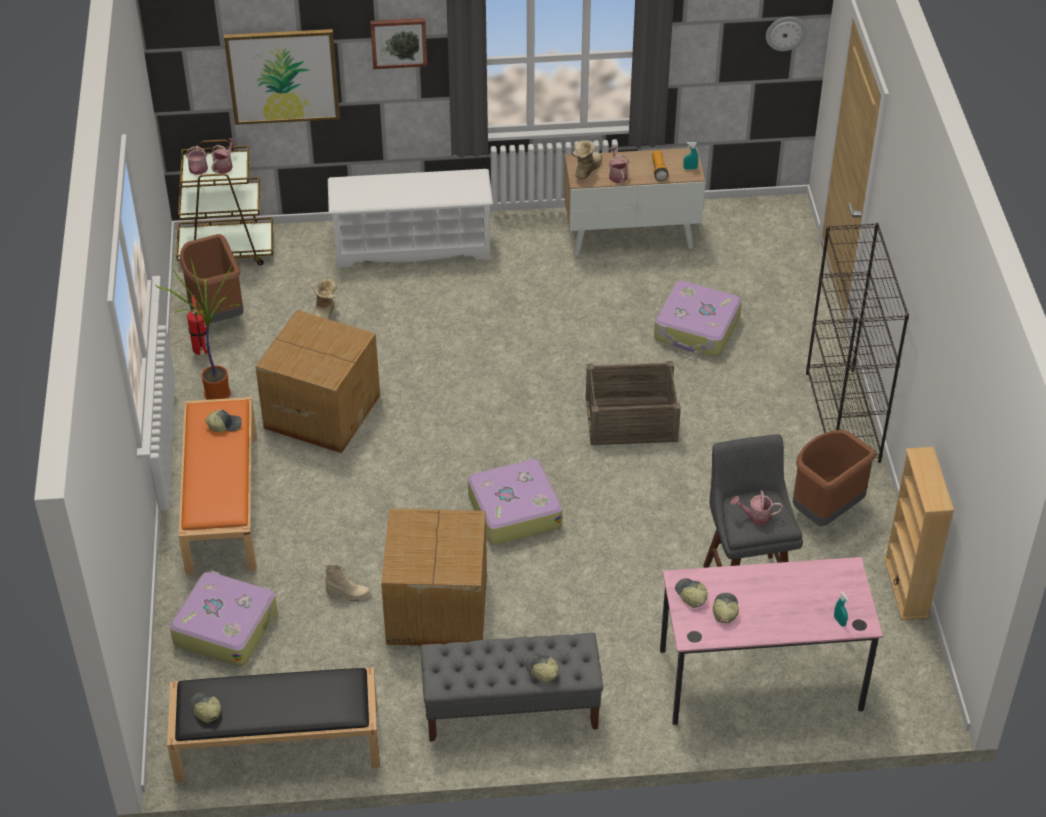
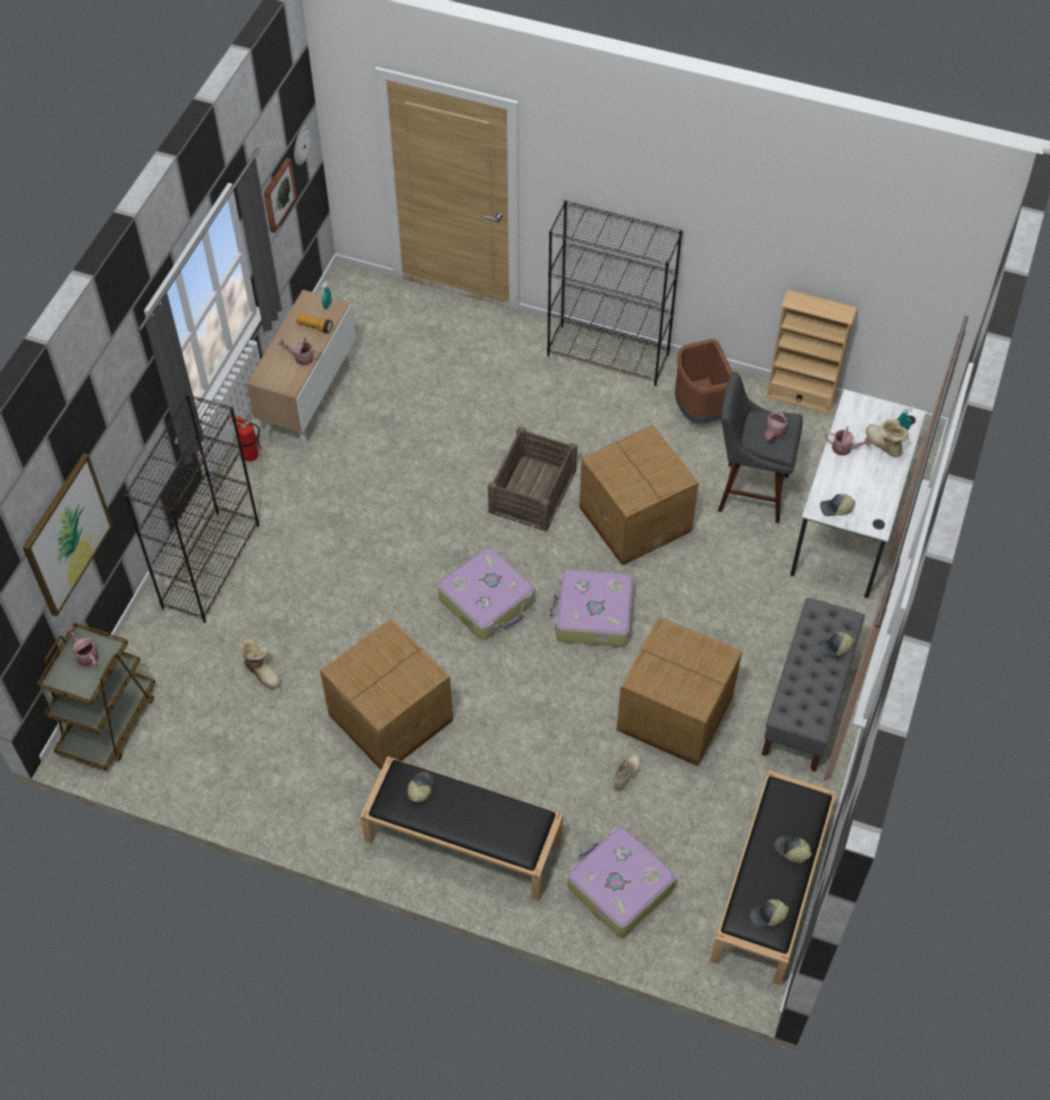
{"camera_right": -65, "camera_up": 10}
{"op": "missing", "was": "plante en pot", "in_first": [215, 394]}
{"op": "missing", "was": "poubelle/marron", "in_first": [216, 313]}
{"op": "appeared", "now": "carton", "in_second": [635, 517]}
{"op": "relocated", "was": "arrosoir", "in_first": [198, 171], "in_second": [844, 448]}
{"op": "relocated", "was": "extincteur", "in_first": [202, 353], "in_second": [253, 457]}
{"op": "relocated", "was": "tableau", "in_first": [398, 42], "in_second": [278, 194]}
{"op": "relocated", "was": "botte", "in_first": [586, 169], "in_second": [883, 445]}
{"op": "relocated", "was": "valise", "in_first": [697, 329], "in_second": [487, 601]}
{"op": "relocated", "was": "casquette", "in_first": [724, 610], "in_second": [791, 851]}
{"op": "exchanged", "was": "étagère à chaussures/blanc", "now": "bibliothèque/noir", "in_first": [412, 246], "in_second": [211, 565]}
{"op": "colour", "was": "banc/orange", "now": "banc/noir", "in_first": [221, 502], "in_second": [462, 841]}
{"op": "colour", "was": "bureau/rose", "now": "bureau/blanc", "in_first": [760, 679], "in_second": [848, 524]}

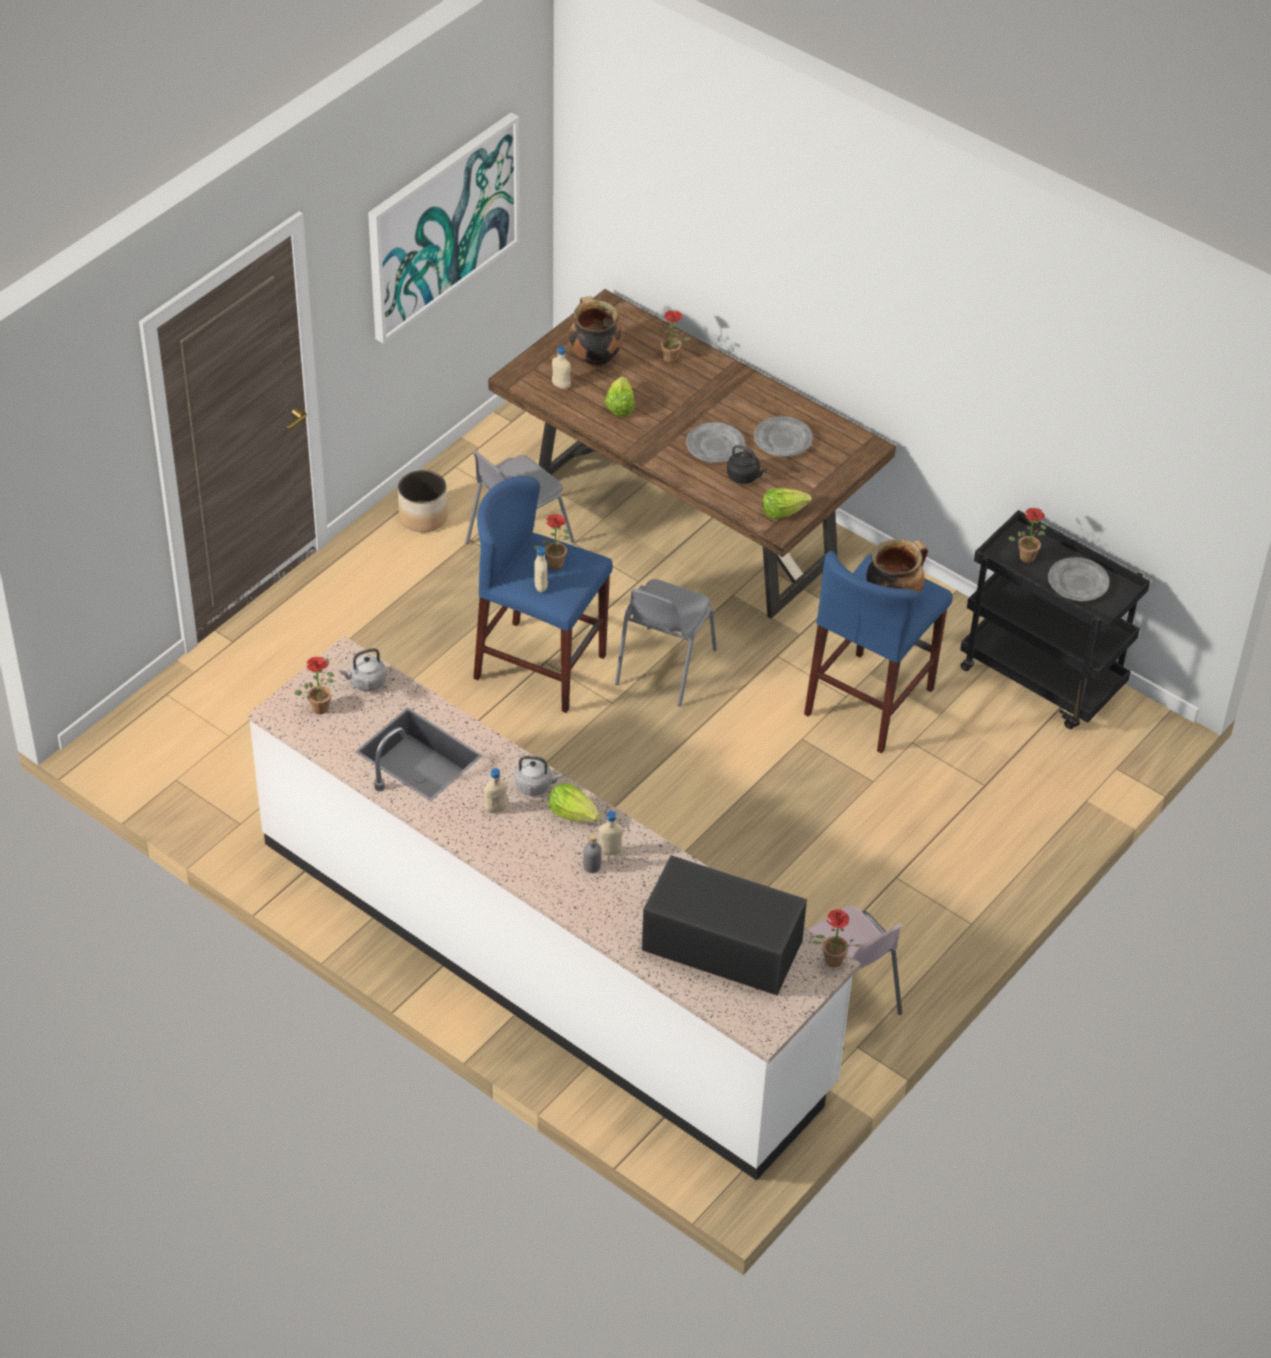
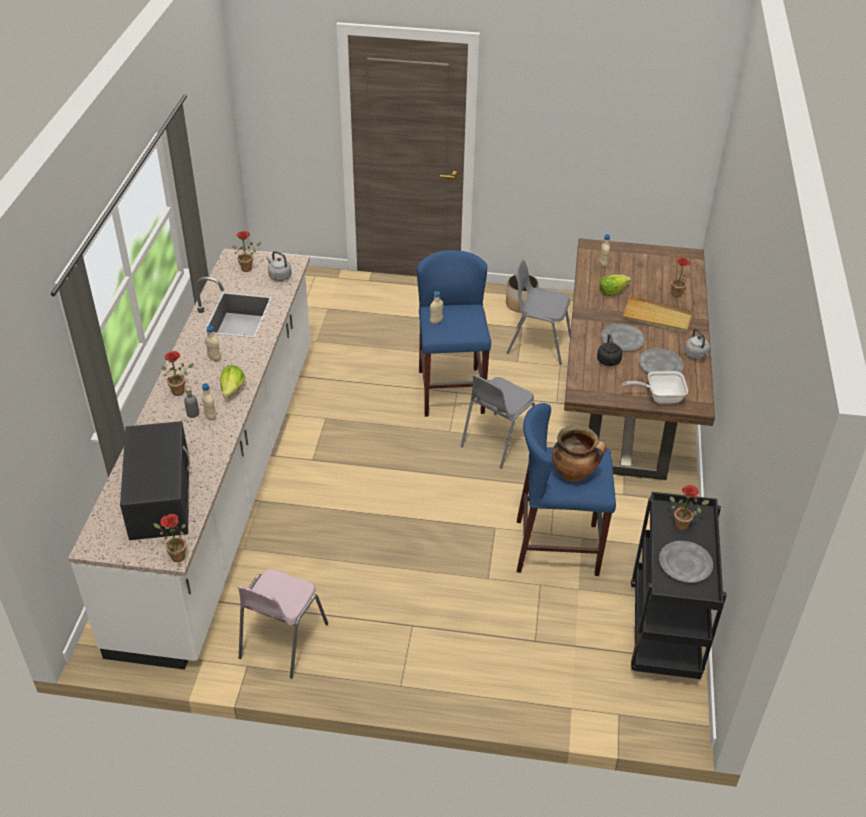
{"camera_right": 60, "camera_up": -5}
{"op": "missing", "was": "tableau", "in_first": [442, 225]}
{"op": "missing", "was": "marmite", "in_first": [594, 357]}
{"op": "missing", "was": "laitue", "in_first": [783, 511]}
{"op": "appeared", "now": "plateau/beige", "in_second": [657, 317]}
{"op": "appeared", "now": "poêle", "in_second": [659, 397]}
{"op": "relocated", "was": "bouilloire/gris", "in_first": [535, 786], "in_second": [696, 355]}
{"op": "relocated", "was": "plante en pot", "in_first": [555, 561], "in_second": [180, 391]}
{"op": "spun", "was": "chaise/gris", "in_first": [663, 667], "in_second": [497, 441], "clockwise": -45}

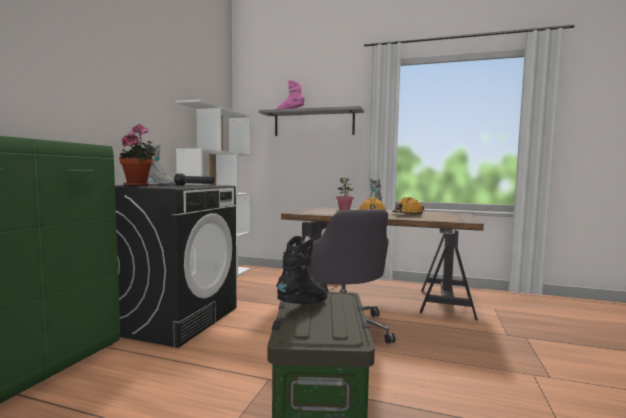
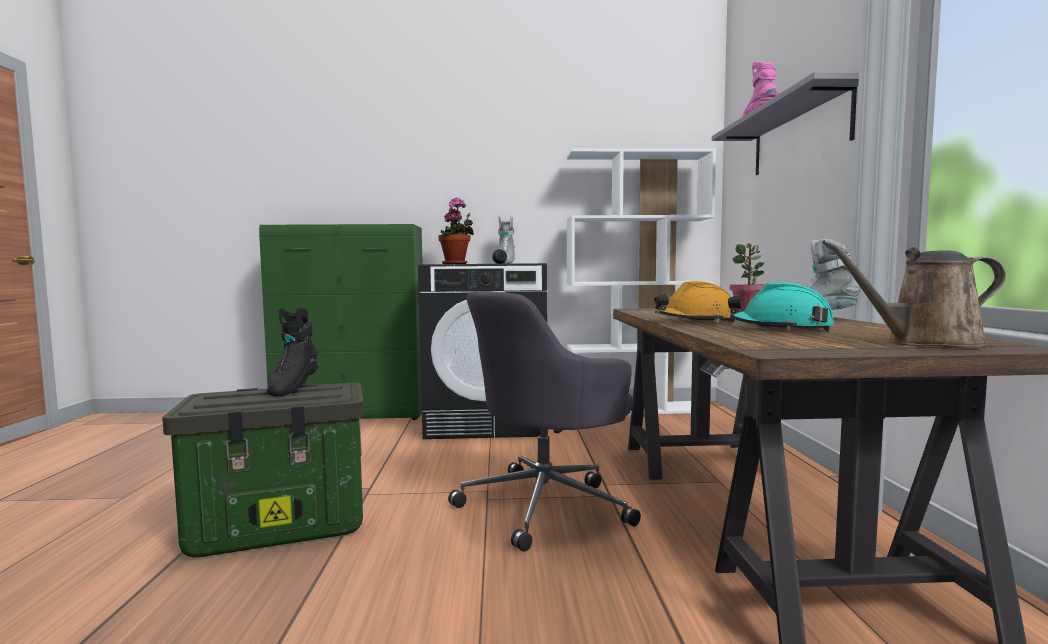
{"camera_right": 70, "camera_up": 0}
{"op": "appeared", "now": "arrosoir/marron", "in_second": [925, 343]}
{"op": "colour", "was": "casque de chantier/orange", "now": "casque de chantier/turquoise", "in_first": [407, 215], "in_second": [780, 329]}
{"op": "spun", "was": "botte/noir", "in_first": [304, 306], "in_second": [292, 388], "clockwise": 75}

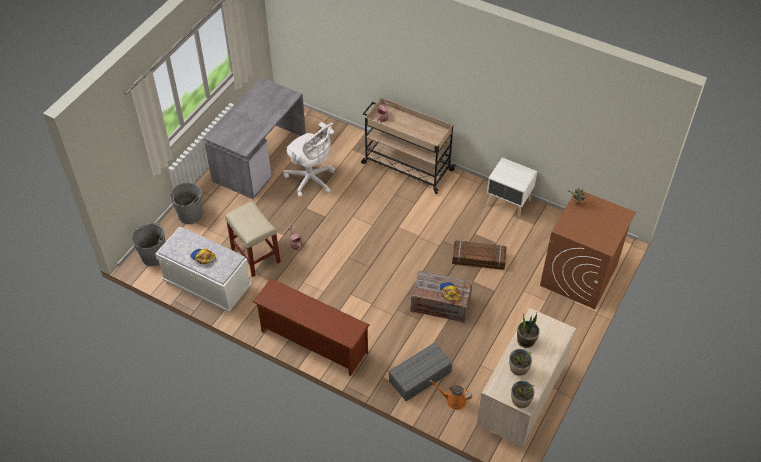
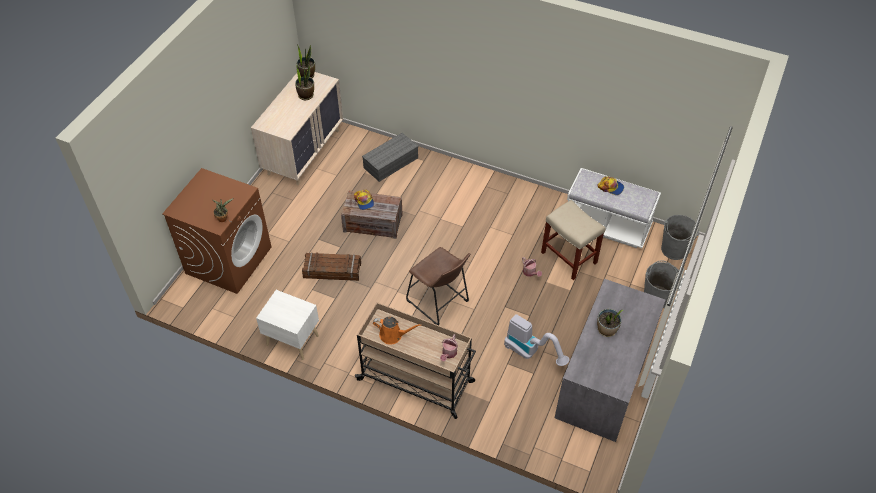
{"camera_right": 175, "camera_up": 0}
{"op": "missing", "was": "étagère à chaussures/marron", "in_first": [312, 342]}
{"op": "appeared", "now": "tabouret/marron", "in_second": [439, 303]}
{"op": "relocated", "was": "arrosoir/orange", "in_first": [453, 400], "in_second": [393, 335]}
{"op": "relocated", "was": "plante en pot", "in_first": [526, 340], "in_second": [606, 330]}
{"op": "exchanged", "was": "chaise de bureau/blanc", "now": "aspirateur", "in_first": [311, 180], "in_second": [531, 353]}

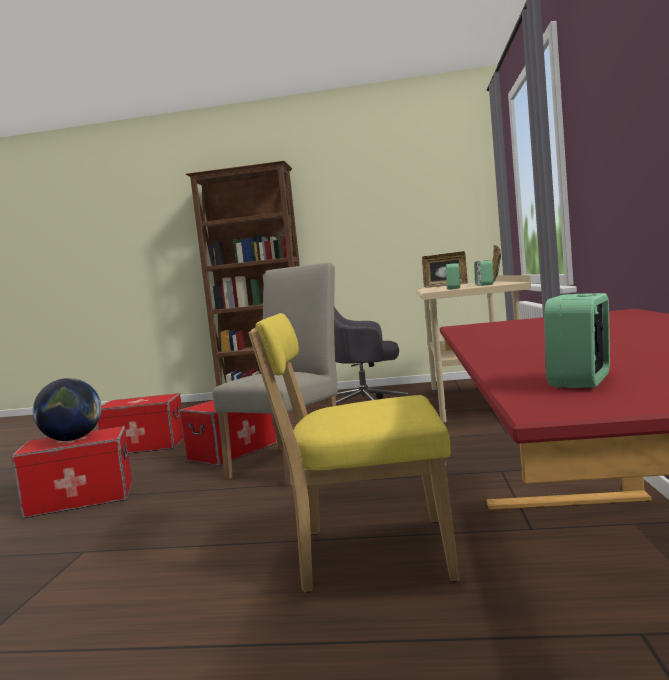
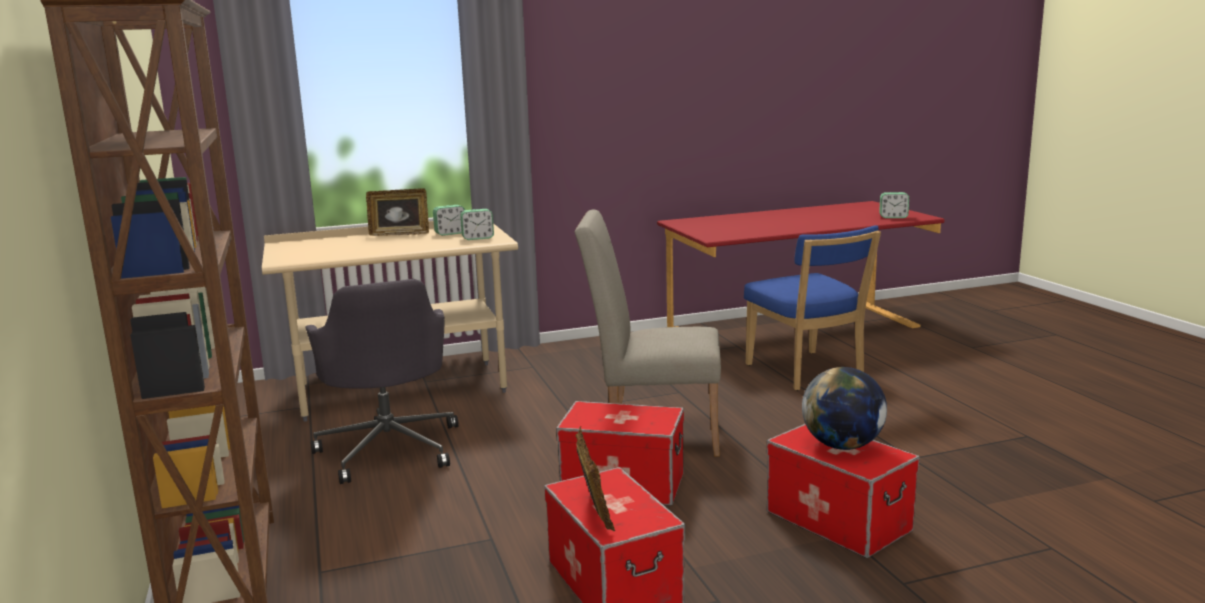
{"camera_right": -115, "camera_up": 10}
{"op": "relocated", "was": "cadre photo", "in_first": [446, 286], "in_second": [595, 511]}
{"op": "colour", "was": "chaise/jaune", "now": "chaise/bleu", "in_first": [367, 554], "in_second": [807, 373]}

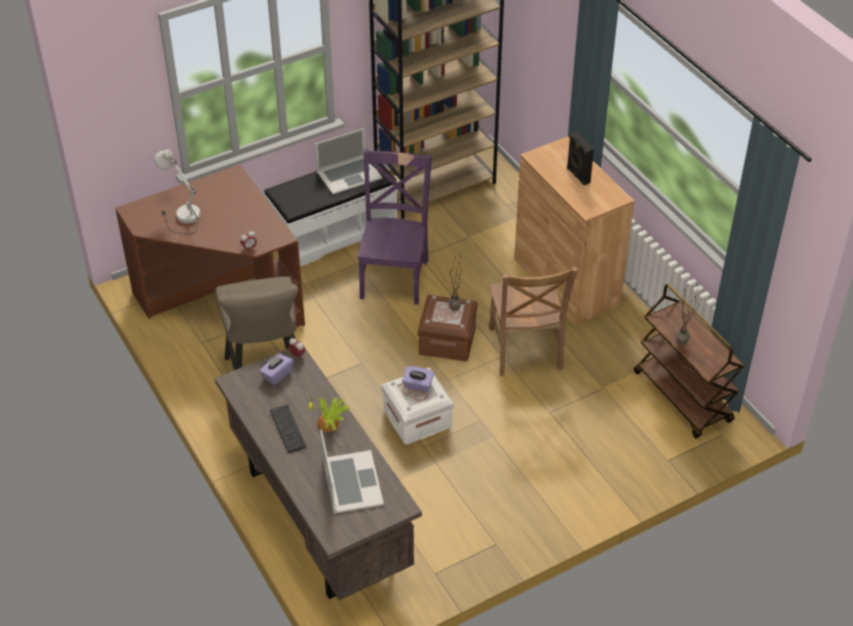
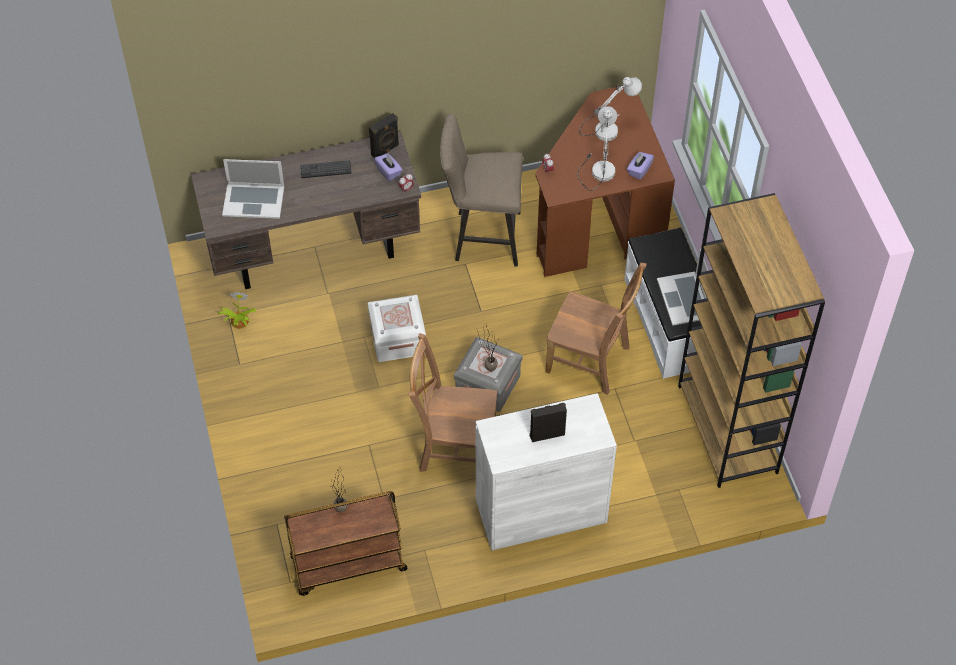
{"camera_right": 105, "camera_up": 10}
{"op": "appeared", "now": "enceinte/noir", "in_second": [385, 150]}
{"op": "appeared", "now": "lampe de table/blanc", "in_second": [596, 168]}
{"op": "relocated", "was": "plante en pot", "in_first": [329, 424], "in_second": [239, 321]}
{"op": "relocated", "was": "boîte à mouchoirs/violet", "in_first": [418, 385], "in_second": [639, 170]}
{"op": "colour", "was": "chaise/violet", "now": "chaise/marron", "in_first": [395, 276], "in_second": [591, 361]}
{"op": "colour", "was": "boîte de rangement/marron", "now": "boîte de rangement/gris", "in_first": [447, 341], "in_second": [488, 385]}
{"op": "colour", "was": "meuble de rangement/marron", "now": "meuble de rangement/blanc", "in_first": [566, 281], "in_second": [541, 511]}

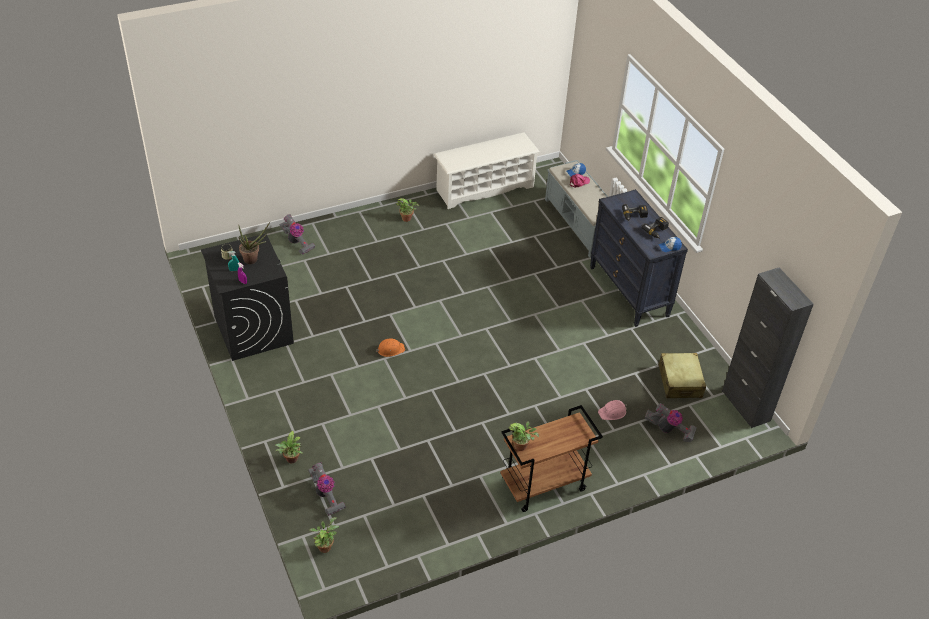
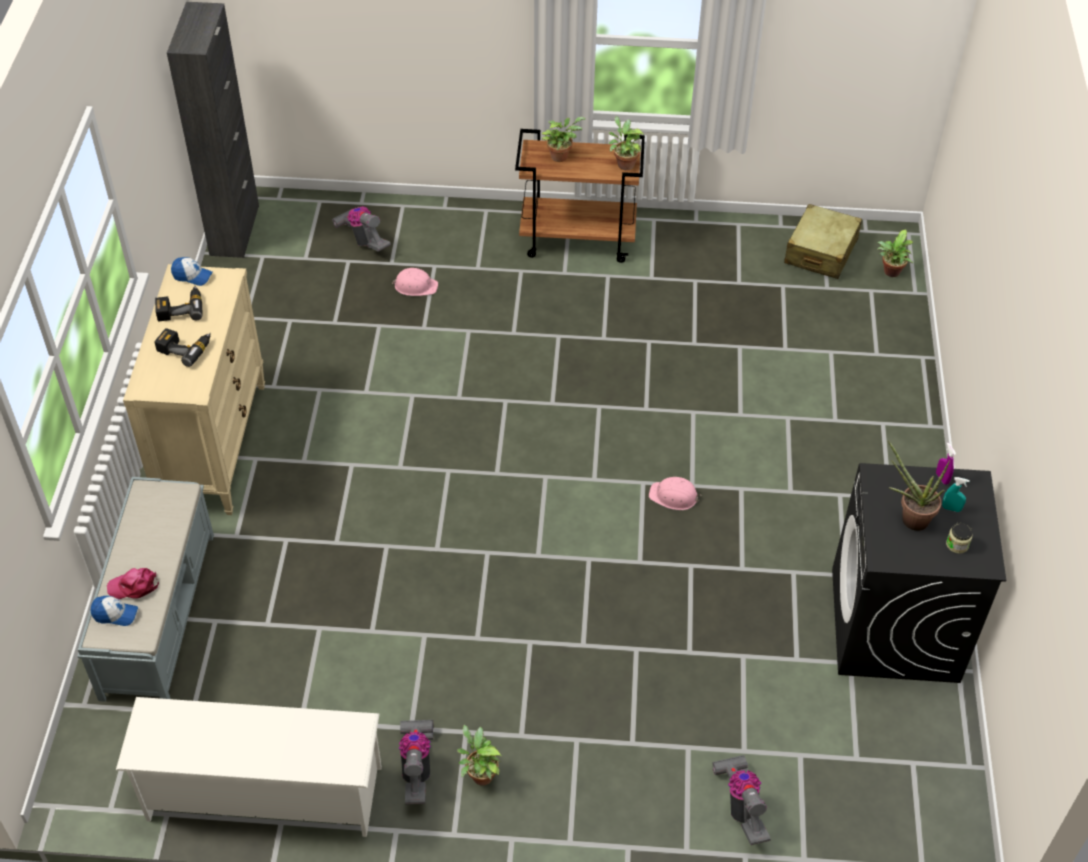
{"camera_right": -150, "camera_up": 5}
{"op": "relocated", "was": "plante en pot", "in_first": [291, 460], "in_second": [561, 155]}
{"op": "relocated", "was": "aspirateur", "in_first": [325, 495], "in_second": [417, 768]}
{"op": "relocated", "was": "valise/beige", "in_first": [680, 381], "in_second": [820, 252]}
{"op": "colour", "was": "casque de chantier/orange", "now": "casque de chantier/rose", "in_first": [390, 349], "in_second": [674, 496]}
{"op": "colour", "was": "commode/noir", "now": "commode/beige", "in_first": [629, 291], "in_second": [213, 445]}

